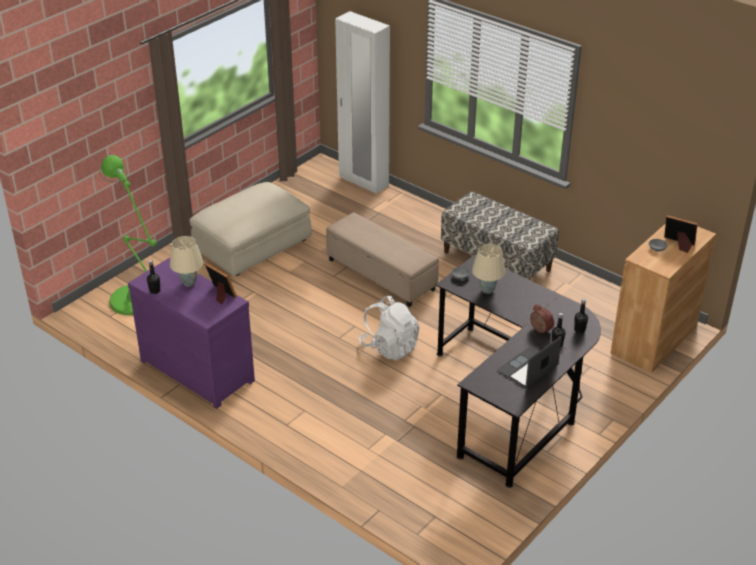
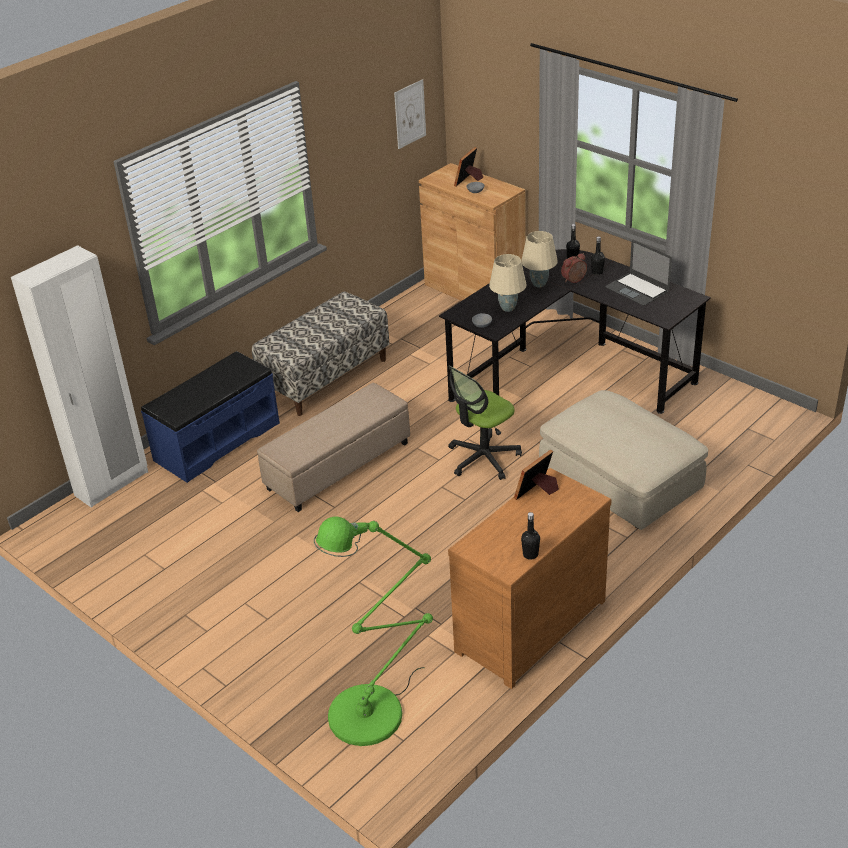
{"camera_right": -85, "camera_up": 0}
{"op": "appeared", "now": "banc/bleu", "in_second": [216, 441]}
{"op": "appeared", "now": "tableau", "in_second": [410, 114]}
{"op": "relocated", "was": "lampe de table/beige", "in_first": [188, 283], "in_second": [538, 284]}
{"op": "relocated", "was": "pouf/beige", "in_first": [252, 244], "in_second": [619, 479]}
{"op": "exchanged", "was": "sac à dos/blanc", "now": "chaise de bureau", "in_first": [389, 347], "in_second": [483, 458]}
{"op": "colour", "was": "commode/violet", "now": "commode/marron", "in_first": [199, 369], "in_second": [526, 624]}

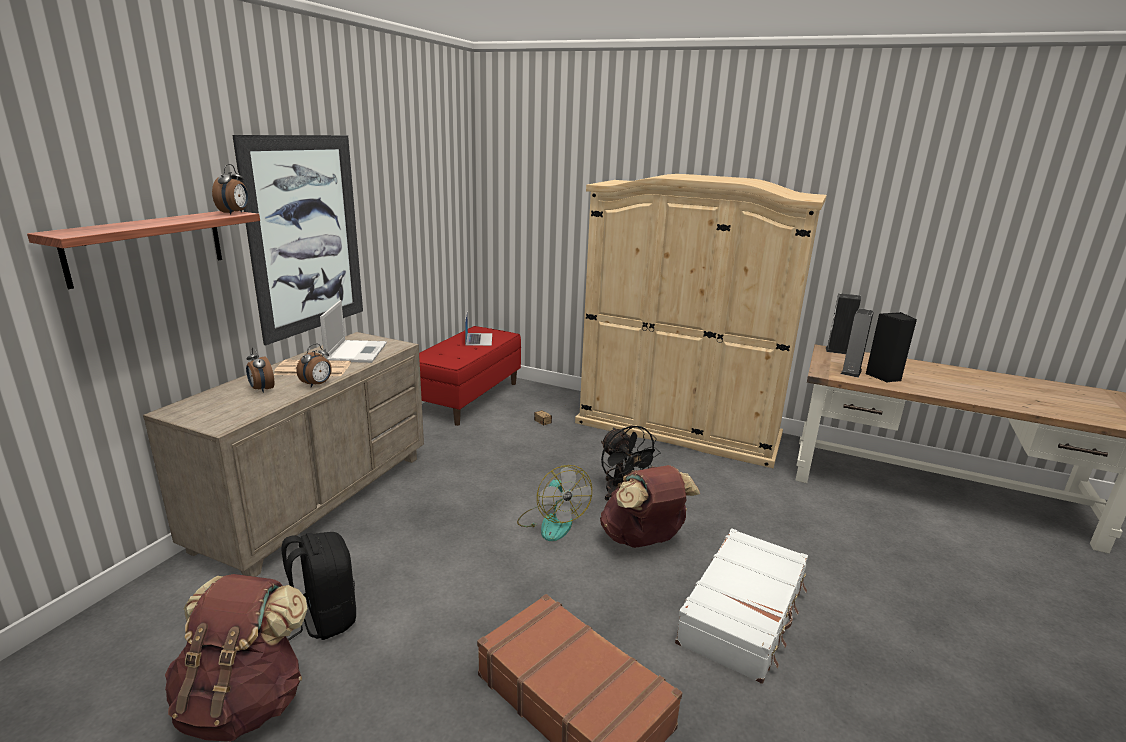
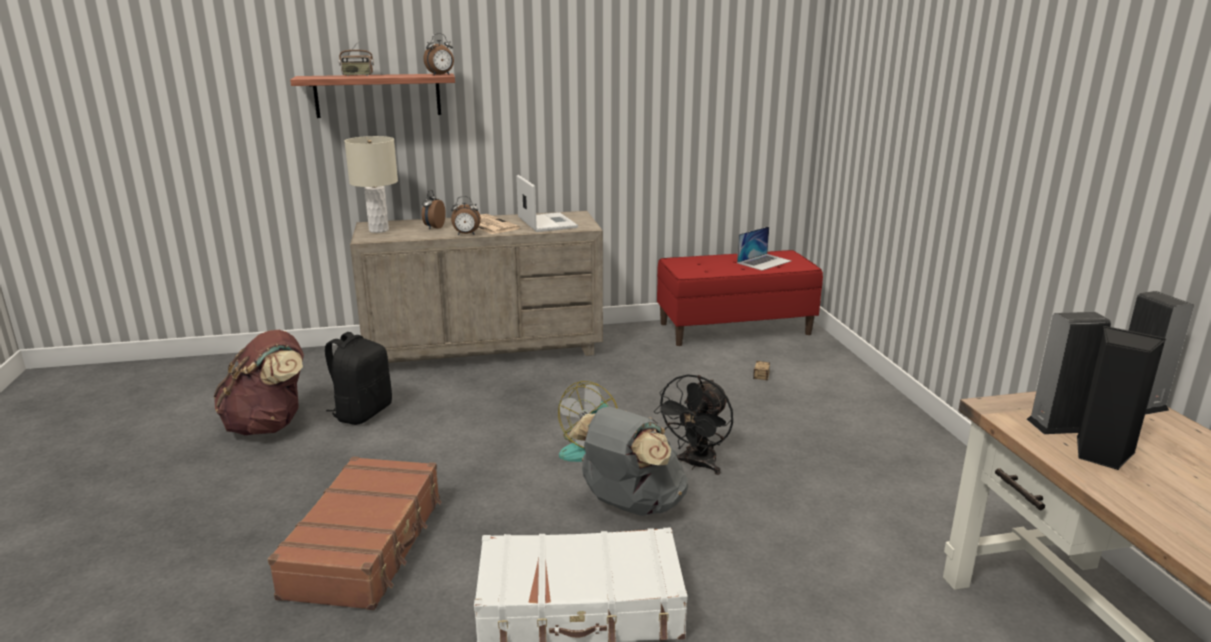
{"camera_right": 55, "camera_up": 0}
{"op": "missing", "was": "tableau", "in_first": [306, 236]}
{"op": "missing", "was": "armoire/beige", "in_first": [677, 429]}
{"op": "appeared", "now": "radio", "in_second": [357, 75]}
{"op": "appeared", "now": "lampe de table/beige", "in_second": [379, 230]}
{"op": "colour", "was": "sac à dos/marron", "now": "sac à dos/gris", "in_first": [643, 540], "in_second": [630, 505]}
{"op": "spun", "was": "ordinateur portable", "in_first": [357, 351], "in_second": [546, 223], "clockwise": -75}

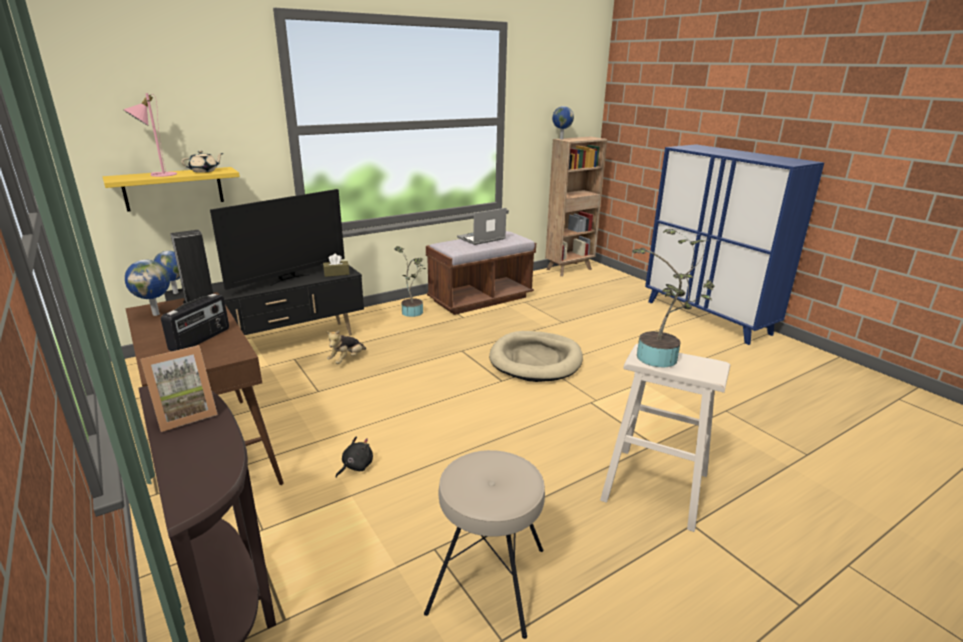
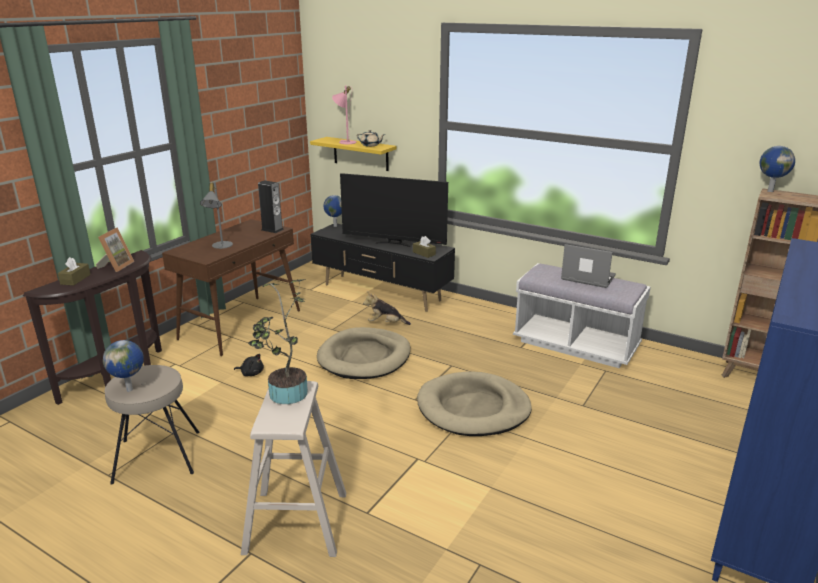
{"camera_right": 65, "camera_up": 0}
{"op": "missing", "was": "plante en pot", "in_first": [413, 311]}
{"op": "appeared", "now": "boîte à mouchoirs/marron", "in_second": [75, 279]}
{"op": "appeared", "now": "panier pour chien/beige", "in_second": [364, 357]}
{"op": "relocated", "was": "globe", "in_first": [156, 314], "in_second": [130, 389]}
{"op": "exchanged", "was": "radio", "now": "lampe de table/gris", "in_first": [201, 339], "in_second": [220, 246]}
{"op": "colour", "was": "banc/marron", "now": "banc/blanc", "in_first": [480, 299], "in_second": [575, 344]}
{"op": "spun", "was": "cadre photo", "in_first": [185, 414], "in_second": [116, 266], "clockwise": -105}

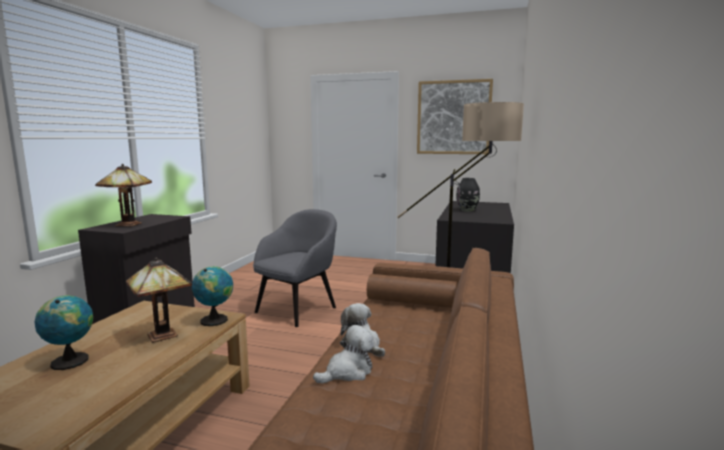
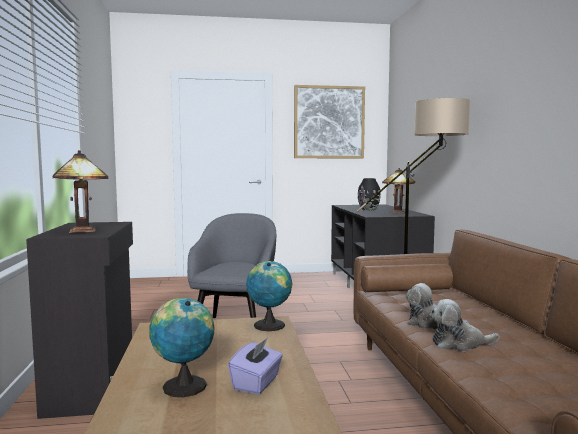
{"camera_right": -25, "camera_up": -5}
{"op": "appeared", "now": "boîte à mouchoirs/violet", "in_second": [257, 383]}
{"op": "relocated", "was": "lampe de table", "in_first": [164, 334], "in_second": [397, 212]}
{"op": "spun", "was": "peluche", "in_first": [348, 372], "in_second": [459, 344], "clockwise": -120}

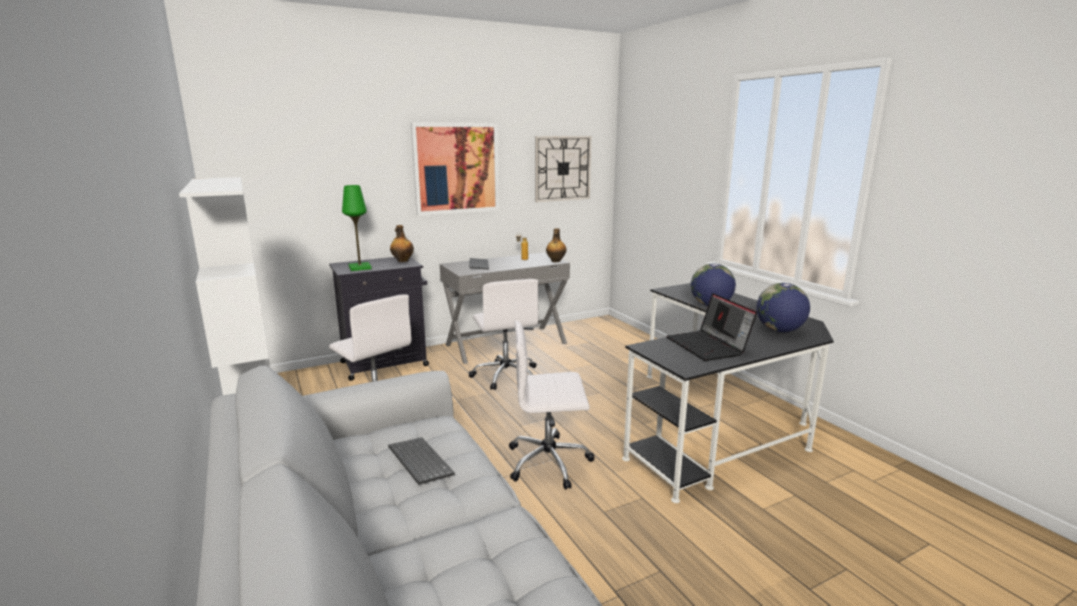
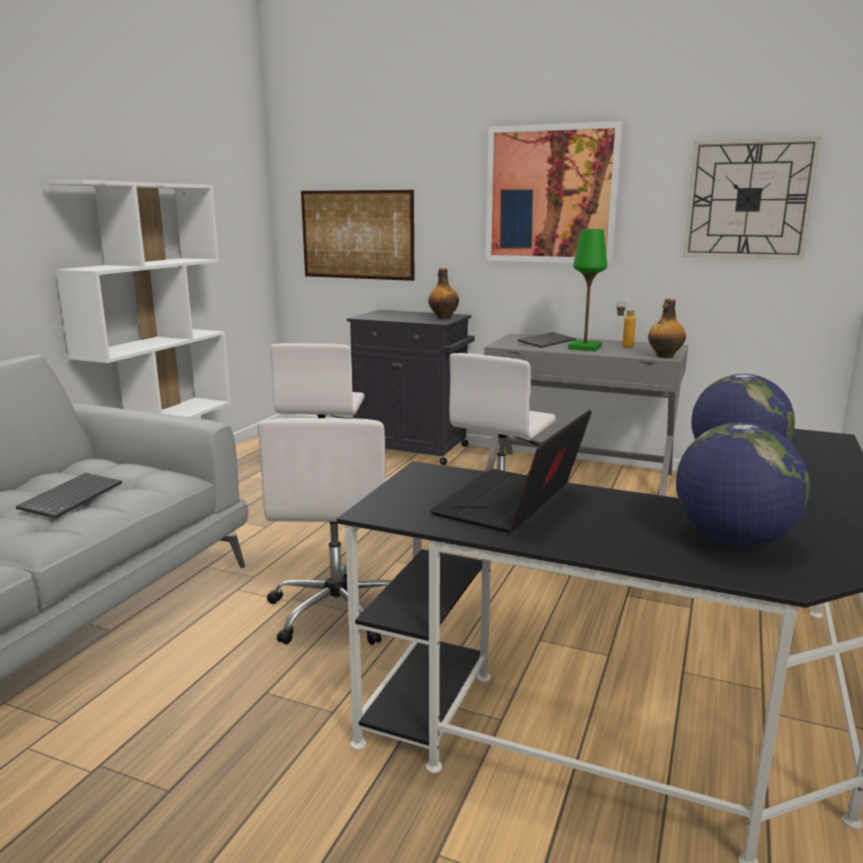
{"camera_right": 50, "camera_up": 0}
{"op": "appeared", "now": "tableau", "in_second": [357, 235]}
{"op": "relocated", "was": "lampe de table/vert", "in_first": [359, 268], "in_second": [584, 347]}
{"op": "spun", "was": "chaise de bureau/blanc", "in_first": [550, 462], "in_second": [338, 611], "clockwise": -135}

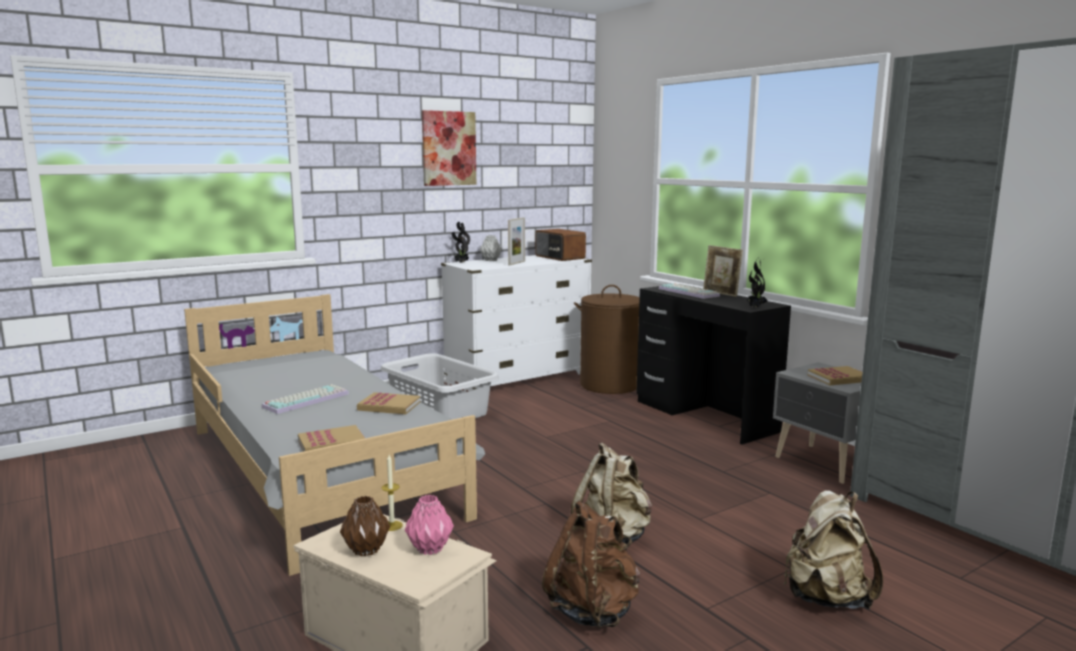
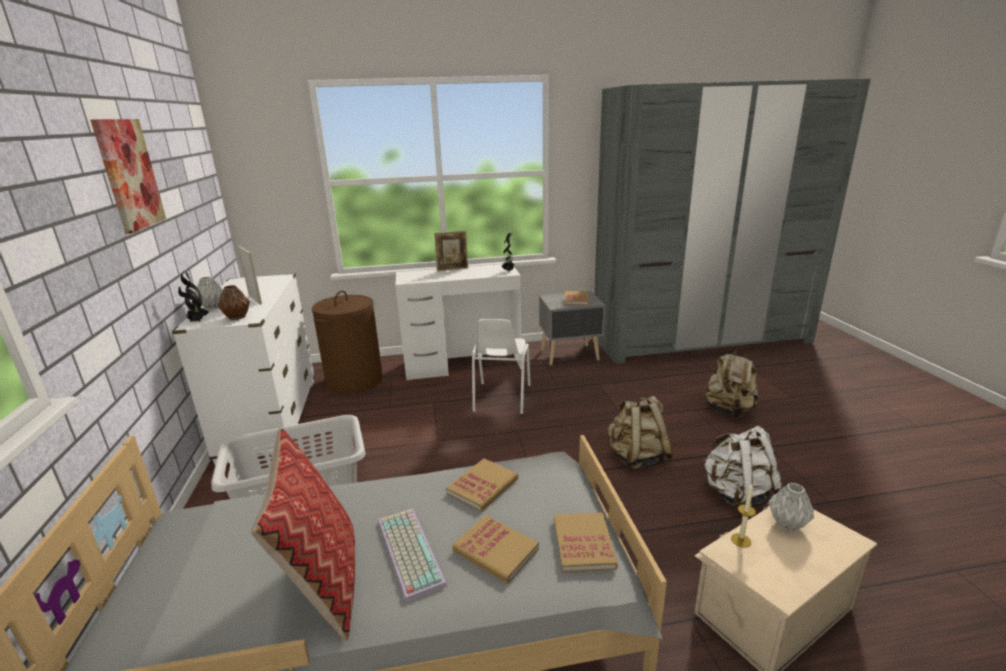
{"camera_right": -65, "camera_up": 10}
{"op": "missing", "was": "radio", "in_first": [559, 257]}
{"op": "missing", "was": "clavier", "in_first": [690, 292]}
{"op": "appeared", "now": "coussin", "in_second": [324, 581]}
{"op": "appeared", "now": "livre", "in_second": [495, 550]}
{"op": "appeared", "now": "chaise/blanc", "in_second": [501, 399]}
{"op": "relocated", "was": "vase/marron", "in_first": [367, 550], "in_second": [237, 317]}
{"op": "colour", "was": "vase/rose", "now": "vase/gris", "in_first": [430, 549], "in_second": [787, 524]}
{"op": "colour", "was": "sac à dos/marron", "now": "sac à dos/blanc", "in_first": [593, 610], "in_second": [736, 495]}
{"op": "colour", "was": "bureau/noir", "now": "bureau/blanc", "in_first": [705, 416], "in_second": [463, 365]}

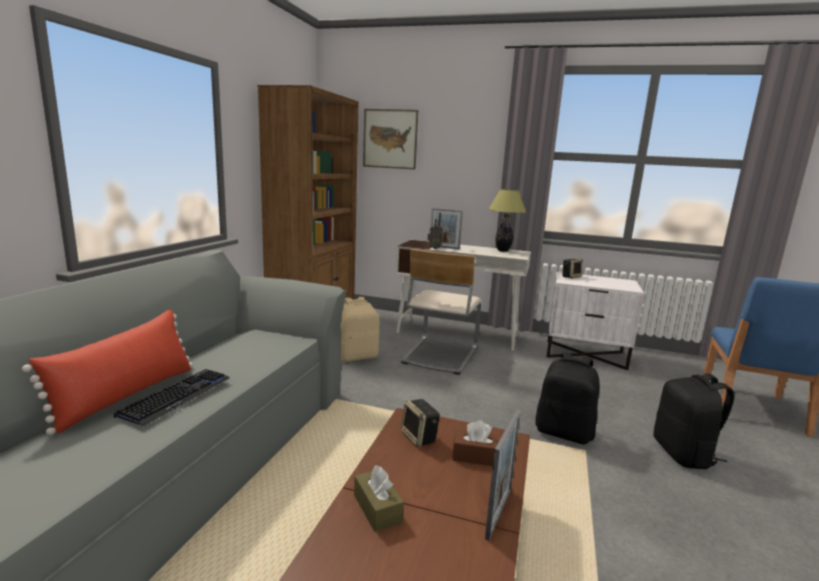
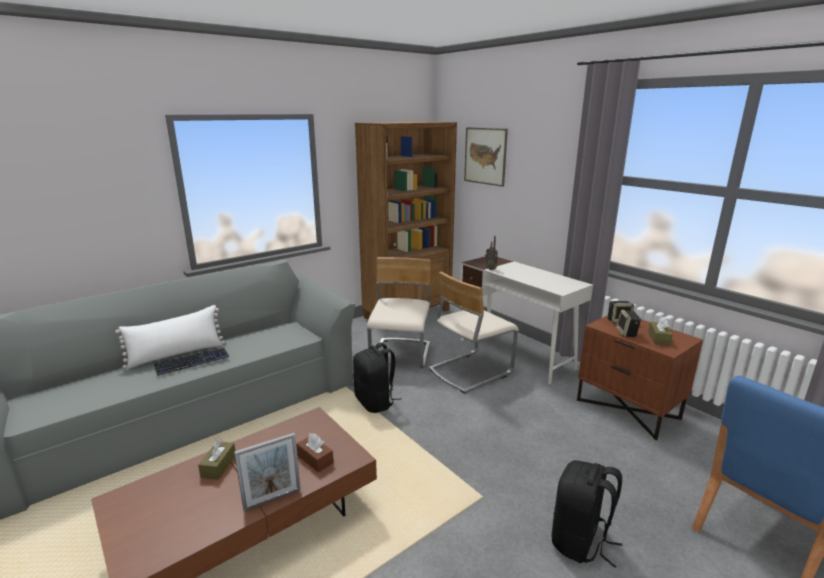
{"camera_right": 35, "camera_up": 5}
{"op": "missing", "was": "cadre photo", "in_first": [444, 247]}
{"op": "missing", "was": "lampe de table", "in_first": [503, 251]}
{"op": "appeared", "now": "boîte à mouchoirs/marron", "in_second": [658, 338]}
{"op": "relocated", "was": "enceinte", "in_first": [419, 437], "in_second": [627, 333]}
{"op": "relocated", "was": "sac à dos/noir", "in_first": [564, 432], "in_second": [375, 402]}
{"op": "exchanged", "was": "sac à dos/beige", "now": "chaise/beige", "in_first": [356, 356], "in_second": [401, 355]}
{"op": "colour", "was": "coussin/rouge", "now": "coussin/blanc", "in_first": [127, 395], "in_second": [176, 354]}
{"op": "colour", "was": "table de chevet/blanc", "now": "table de chevet/marron", "in_first": [585, 354], "in_second": [628, 409]}

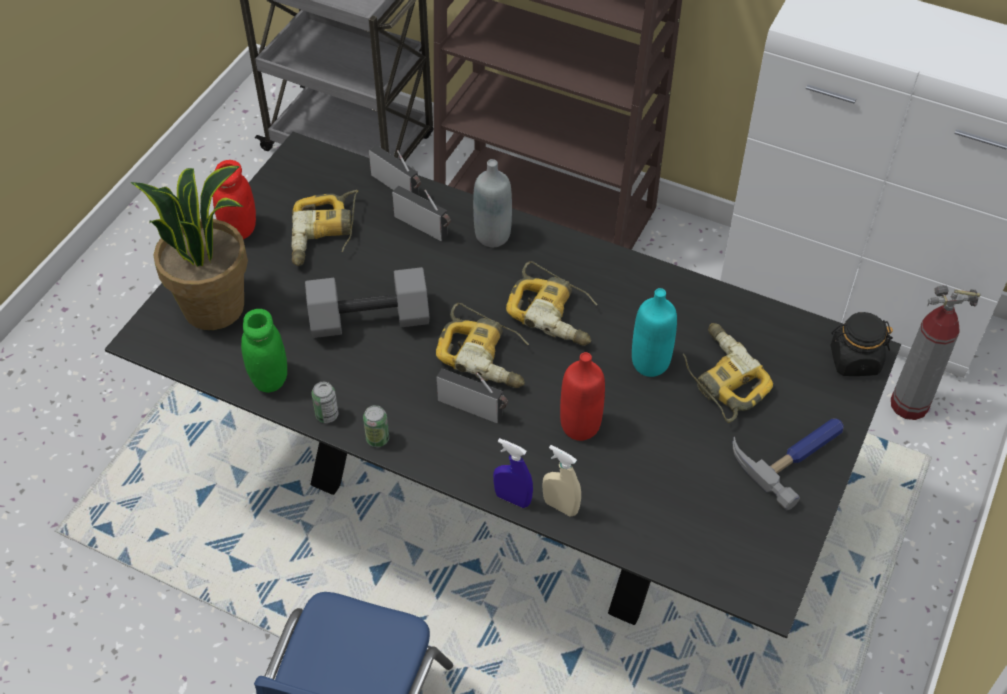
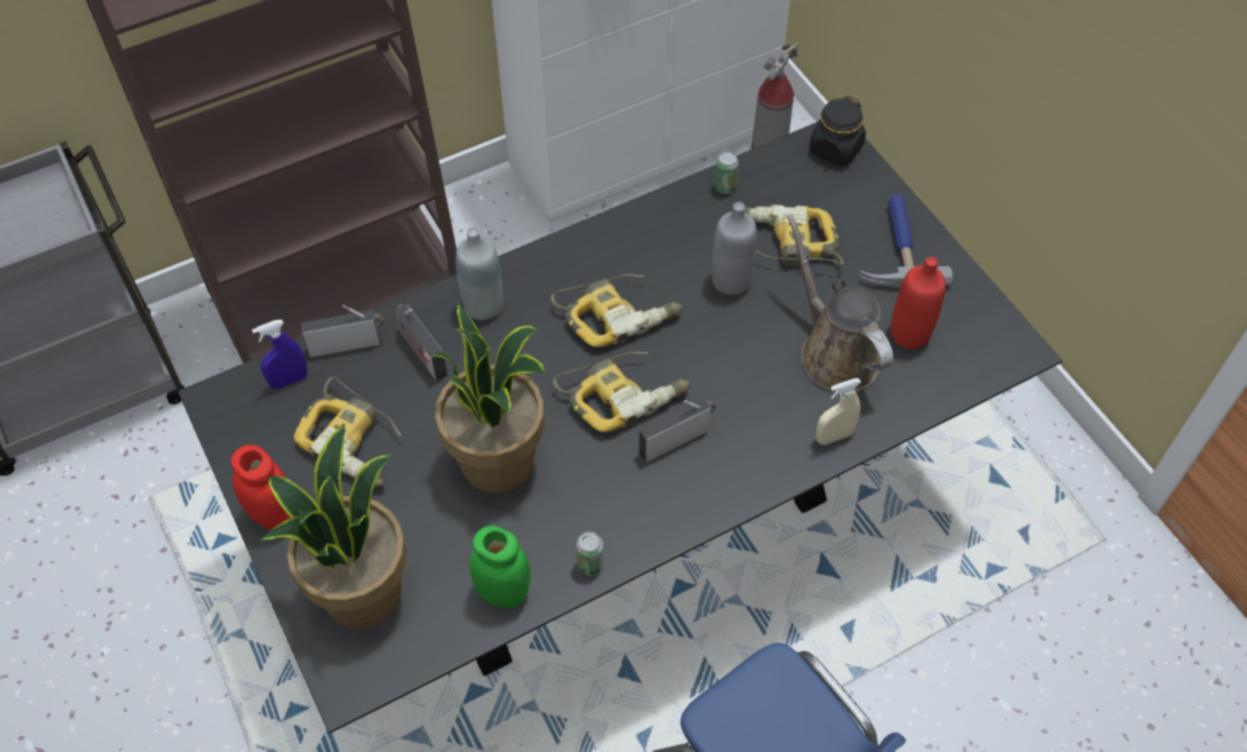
{"camera_right": -55, "camera_up": 5}
{"op": "appeared", "now": "arrosoir/marron", "in_second": [834, 352]}
{"op": "relocated", "was": "boîte métallique", "in_first": [377, 439], "in_second": [725, 187]}
{"op": "relocated", "was": "vaporisateur/bleu", "in_first": [512, 499], "in_second": [289, 380]}
{"op": "relocated", "was": "bouteille/rouge", "in_first": [580, 426], "in_second": [909, 334]}
{"op": "exchanged", "was": "haltère/gris", "now": "plante en pot", "in_first": [370, 318], "in_second": [499, 461]}
{"op": "colour", "was": "bouteille/turquoise", "now": "bouteille/gris", "in_first": [650, 363], "in_second": [731, 281]}
{"op": "spun", "was": "radio", "in_first": [424, 226], "in_second": [421, 352], "clockwise": -105}

